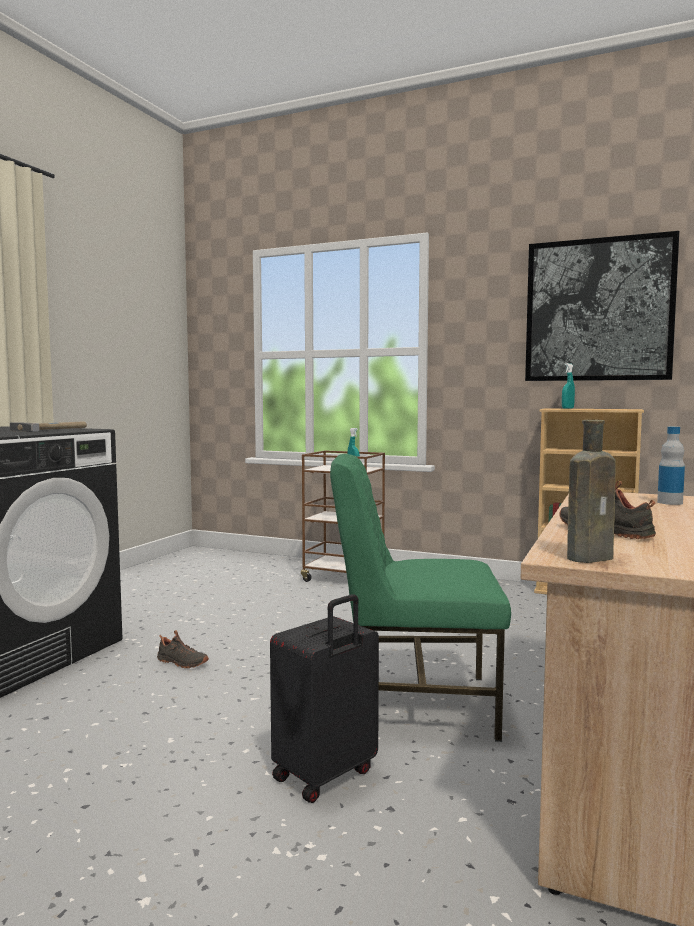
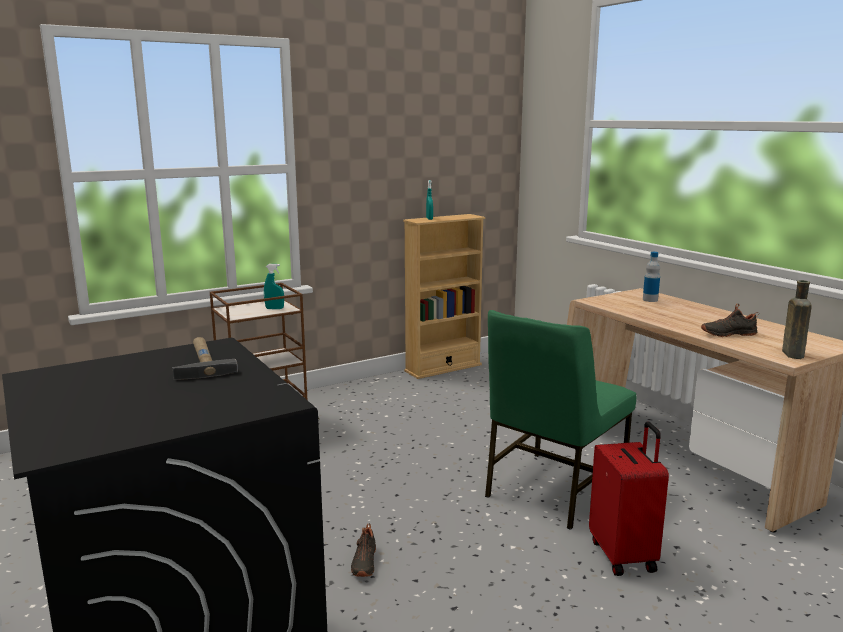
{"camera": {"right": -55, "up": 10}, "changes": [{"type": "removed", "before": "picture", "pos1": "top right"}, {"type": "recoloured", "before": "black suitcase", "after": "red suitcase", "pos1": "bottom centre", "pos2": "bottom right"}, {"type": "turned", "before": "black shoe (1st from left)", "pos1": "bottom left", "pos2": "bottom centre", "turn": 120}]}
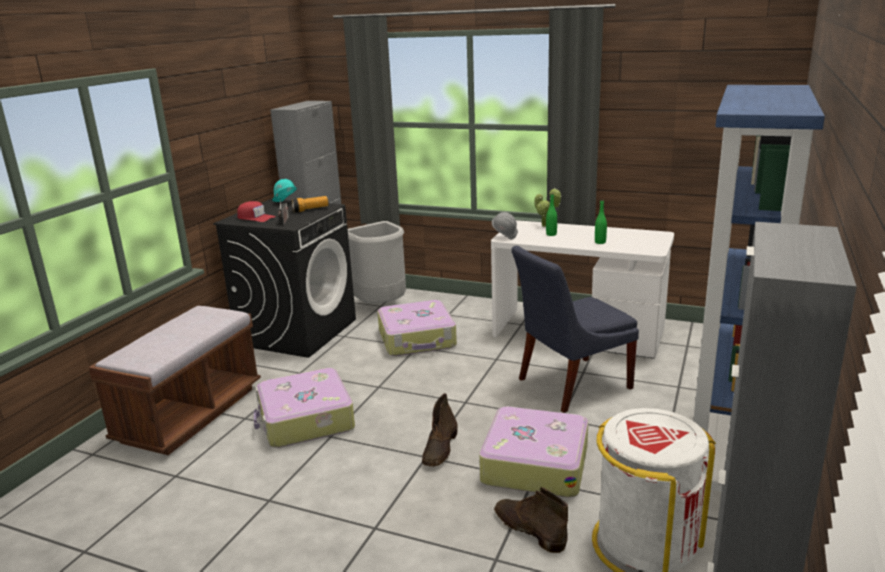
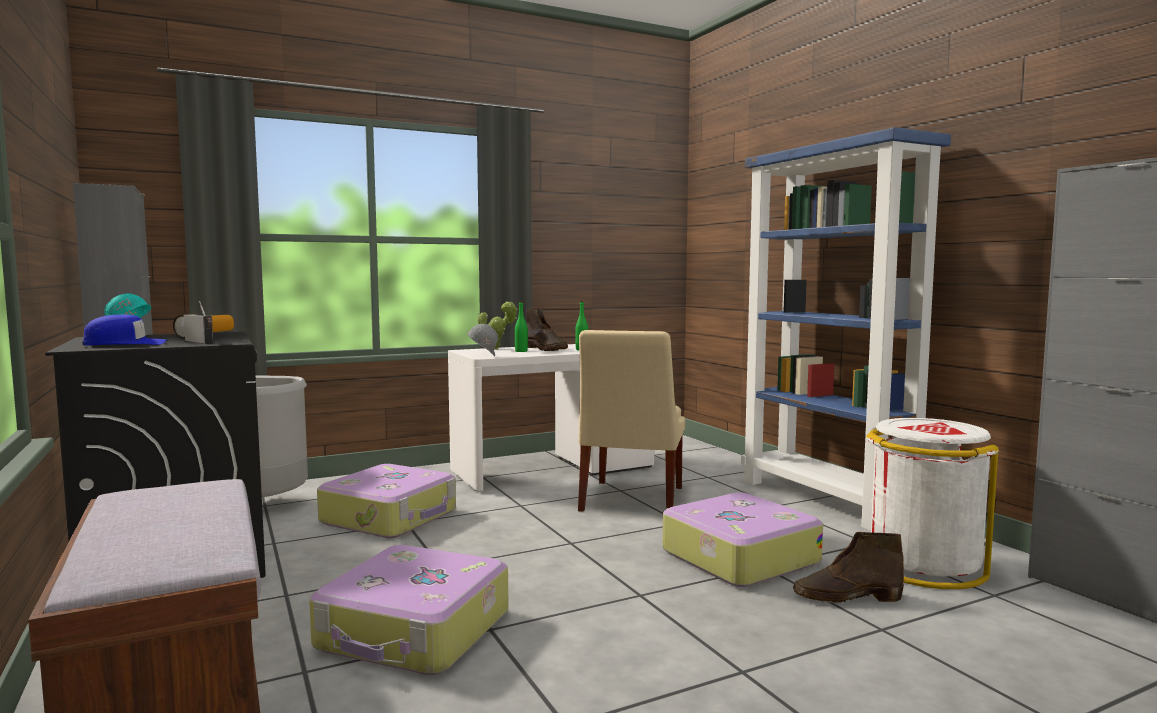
{"camera": {"right": -50, "up": -15}, "changes": [{"type": "recoloured", "before": "red cap", "after": "blue cap", "pos1": "middle left", "pos2": "middle left"}, {"type": "recoloured", "before": "blue chair", "after": "beige chair", "pos1": "centre", "pos2": "centre"}, {"type": "moved", "before": "brown boot (1st from left)", "pos1": "bottom centre", "pos2": "centre"}]}
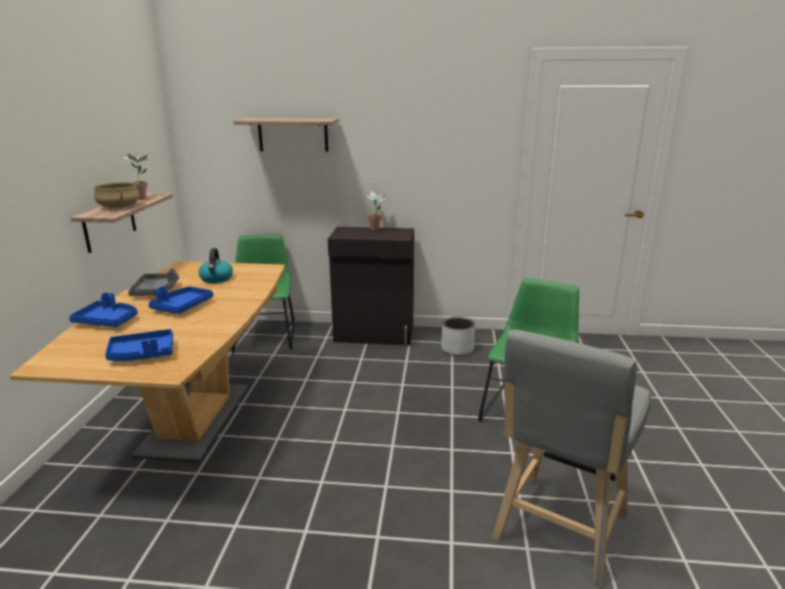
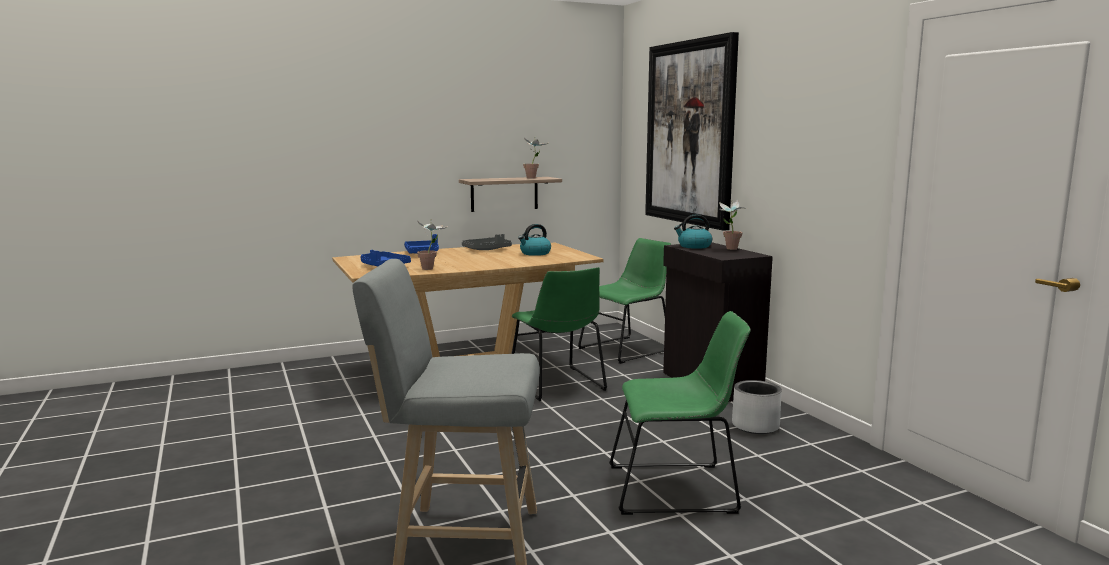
{"camera": {"right": 60, "up": -10}, "changes": [{"type": "replaced", "before": "shelf (2nd from left)", "after": "picture", "pos1": "top centre", "pos2": "top centre"}, {"type": "removed", "before": "beige cooking pot", "pos1": "top left"}, {"type": "removed", "before": "blue tray (3rd from left)", "pos1": "middle left"}, {"type": "added", "after": "kettle (2nd from left)", "pos2": "centre"}, {"type": "added", "after": "potted plant (1st from left)", "pos2": "centre"}, {"type": "added", "after": "green chair (1st from left)", "pos2": "centre"}]}
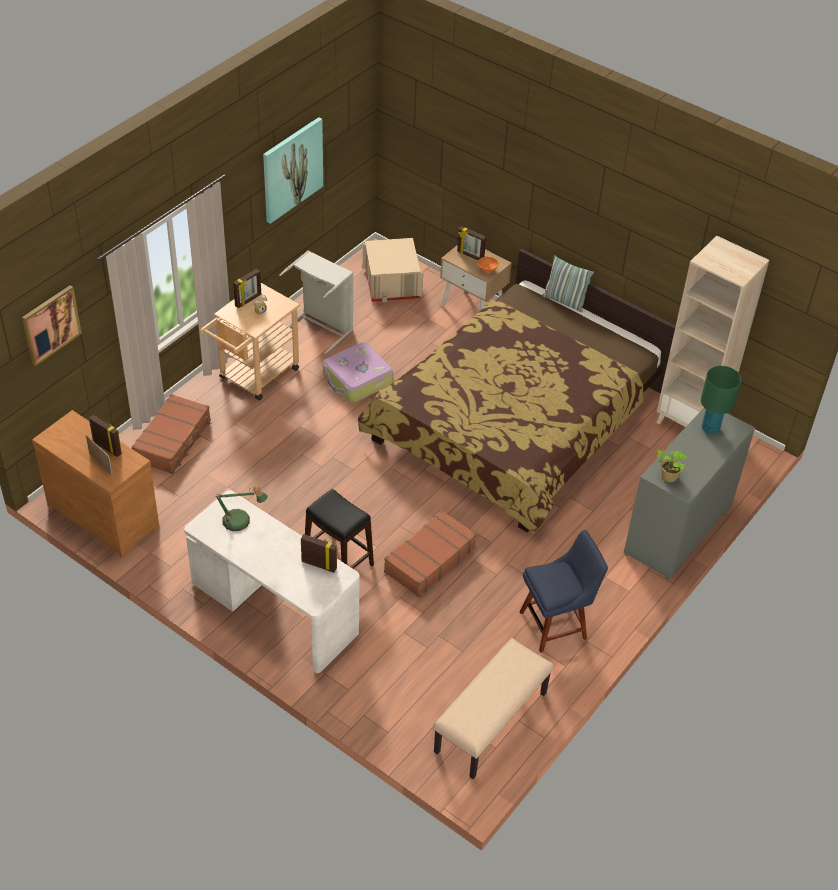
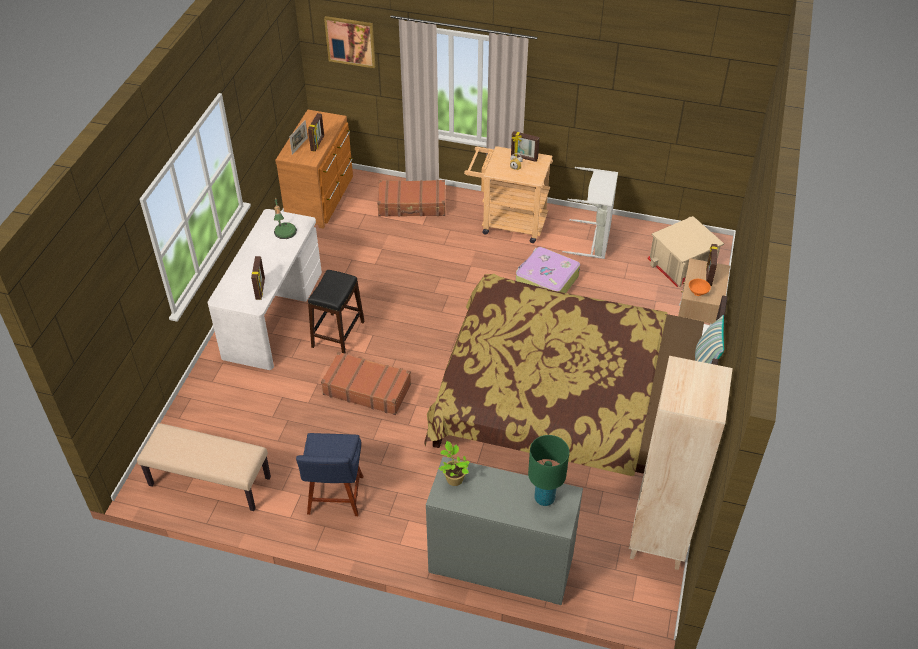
{"camera": {"right": 70, "up": 0}, "changes": [{"type": "removed", "before": "picture (2nd from left)", "pos1": "top centre"}, {"type": "turned", "before": "blue chair", "pos1": "middle right", "pos2": "bottom centre", "turn": 45}]}
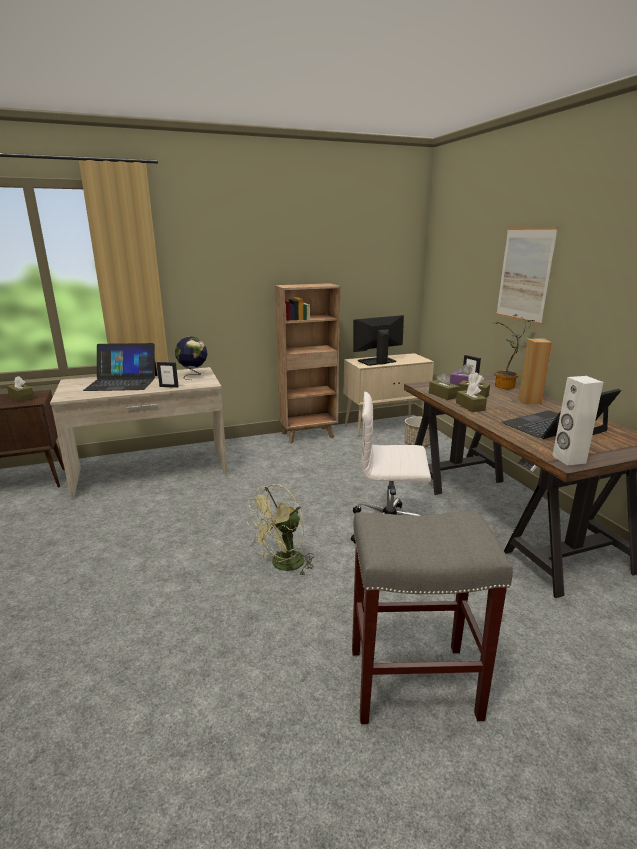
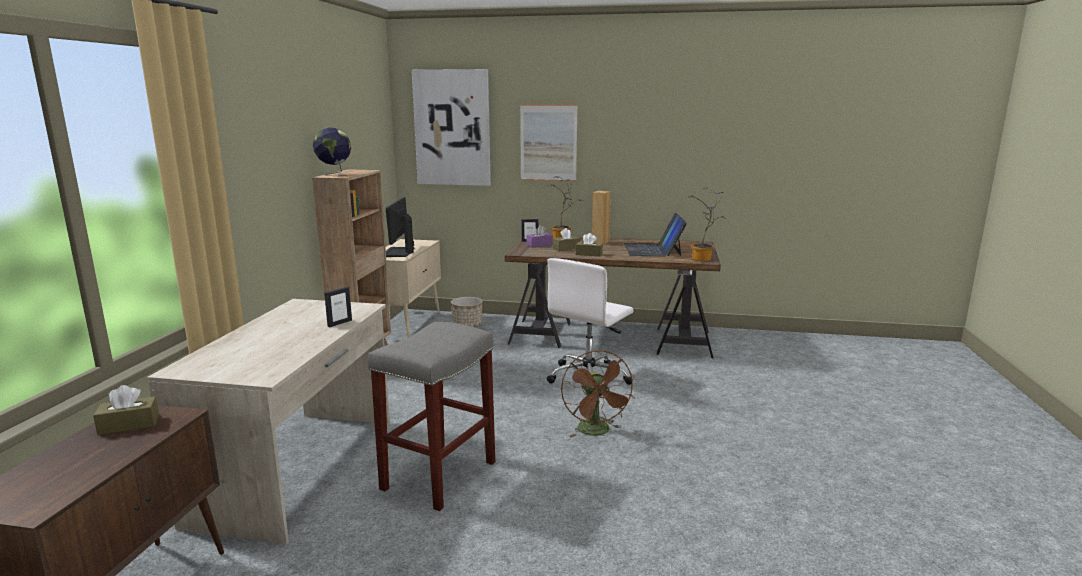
{"camera": {"right": -60, "up": -5}, "changes": [{"type": "moved", "before": "globe", "pos1": "middle left", "pos2": "top left"}, {"type": "removed", "before": "laptop (1st from left)", "pos1": "middle left"}, {"type": "removed", "before": "brown tissue box (2nd from left)", "pos1": "middle right"}, {"type": "replaced", "before": "white speaker", "after": "potted plant (2nd from left)", "pos1": "middle right", "pos2": "centre"}, {"type": "recoloured", "before": "green fan", "after": "brown fan", "pos1": "centre", "pos2": "bottom centre"}, {"type": "moved", "before": "grey stool", "pos1": "bottom right", "pos2": "bottom centre"}, {"type": "added", "after": "picture (1st from left)", "pos2": "top centre"}]}
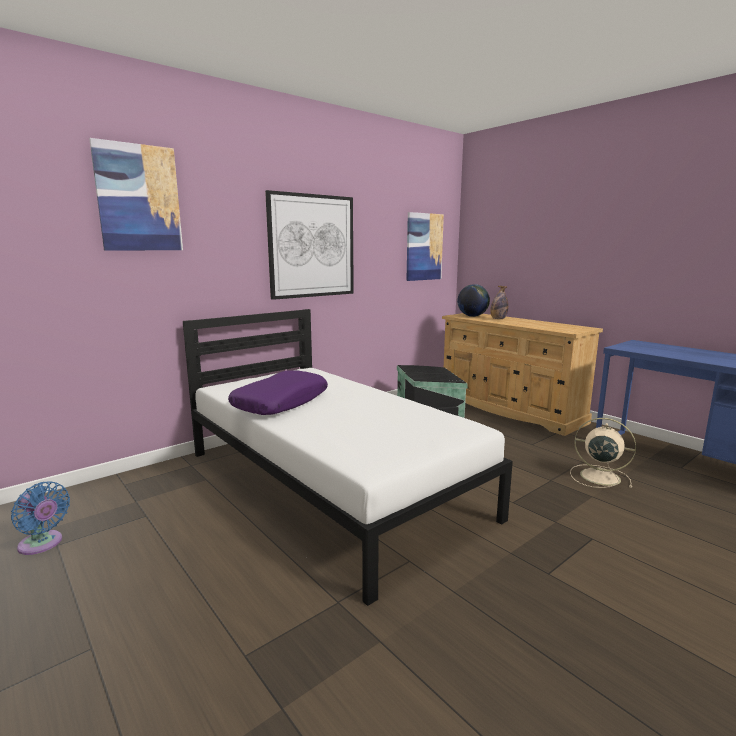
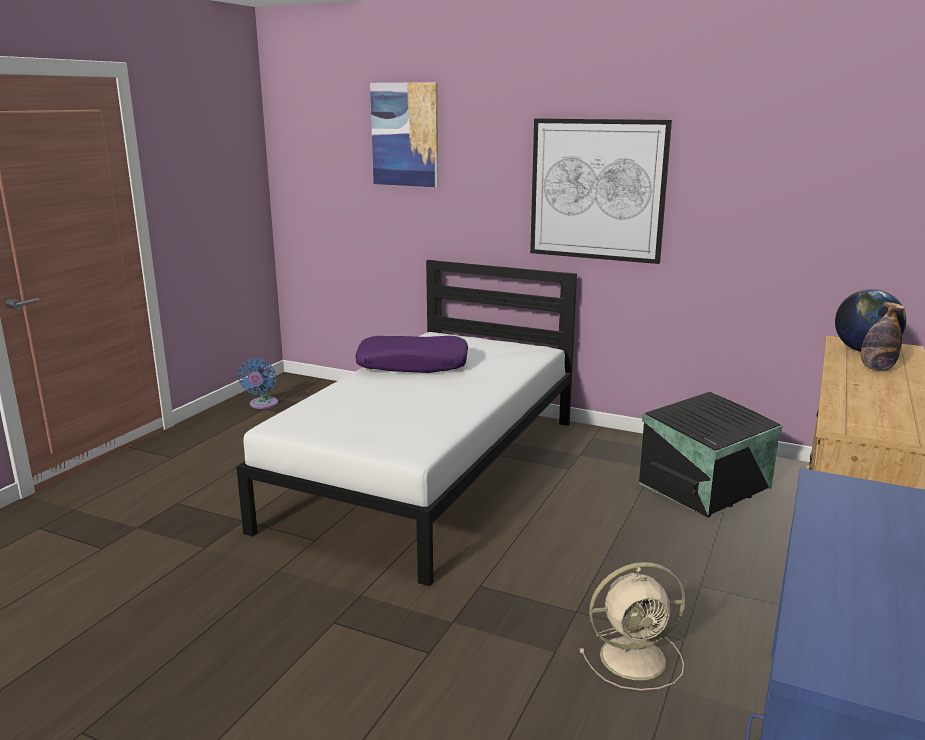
{"camera": {"right": 65, "up": 5}, "changes": [{"type": "removed", "before": "picture (3rd from left)", "pos1": "centre"}, {"type": "turned", "before": "beige fan", "pos1": "middle right", "pos2": "bottom right", "turn": 75}]}
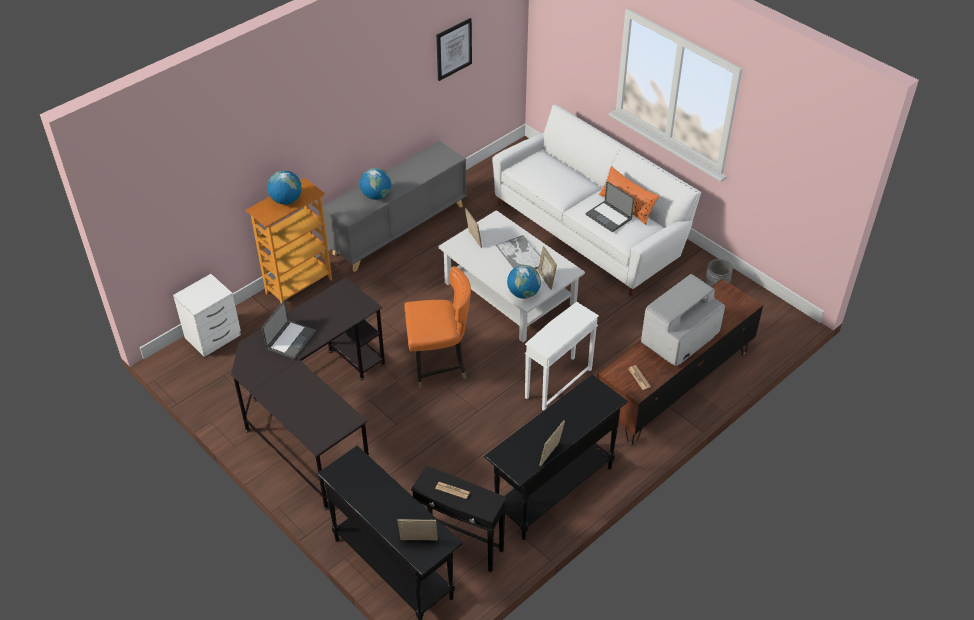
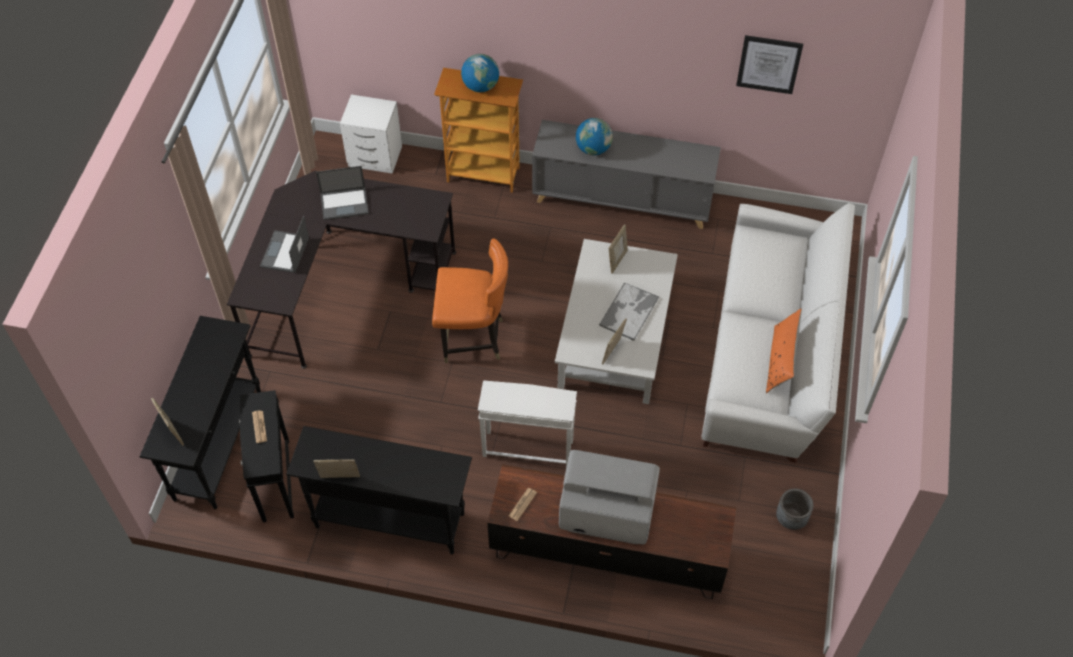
{"camera": {"right": 55, "up": 10}, "changes": [{"type": "moved", "before": "laptop (2nd from left in the first image)", "after": "laptop (1st from left)", "pos1": "top centre", "pos2": "middle left"}, {"type": "removed", "before": "globe (3rd from left)", "pos1": "centre"}, {"type": "turned", "before": "orange chair", "pos1": "centre", "pos2": "centre", "turn": -45}]}
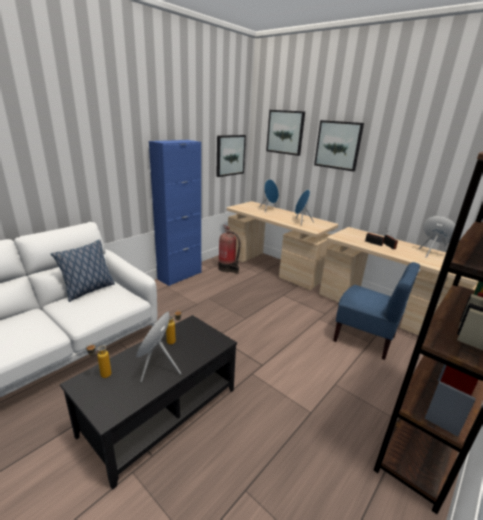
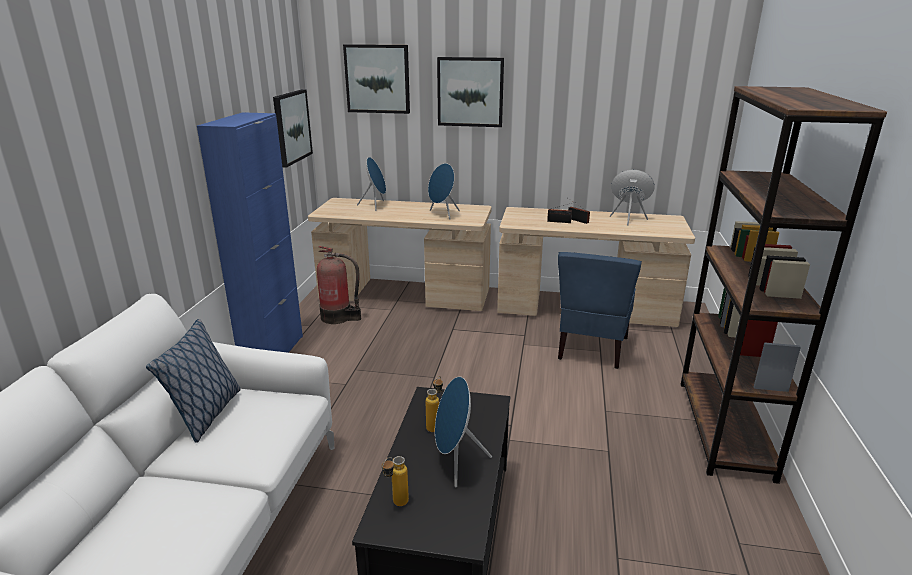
{"camera": {"right": -30, "up": 0}, "changes": [{"type": "turned", "before": "blue chair", "pos1": "middle right", "pos2": "centre", "turn": 105}]}
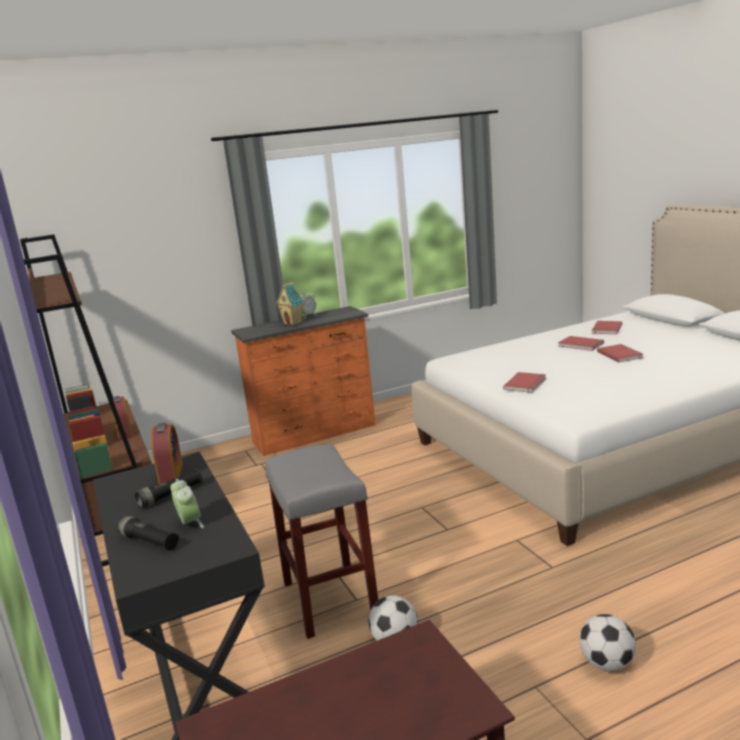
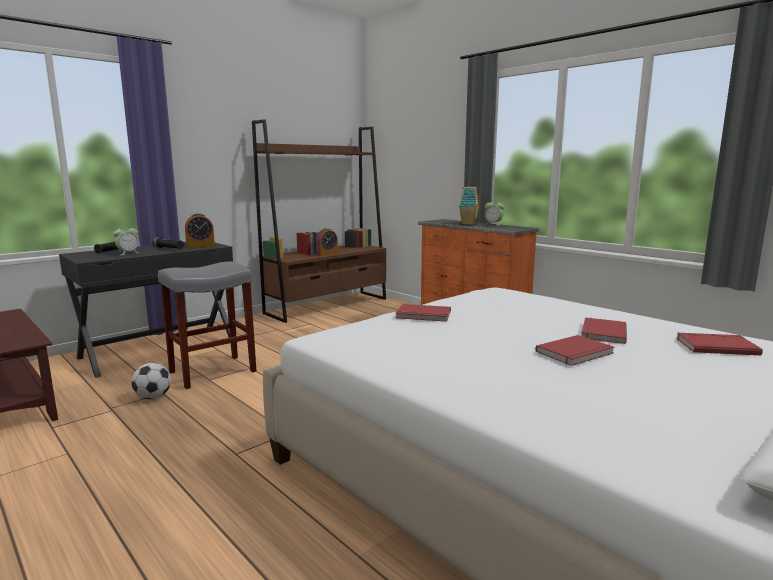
{"camera": {"right": 70, "up": -5}, "changes": [{"type": "removed", "before": "football (2nd from left)", "pos1": "bottom right"}]}
